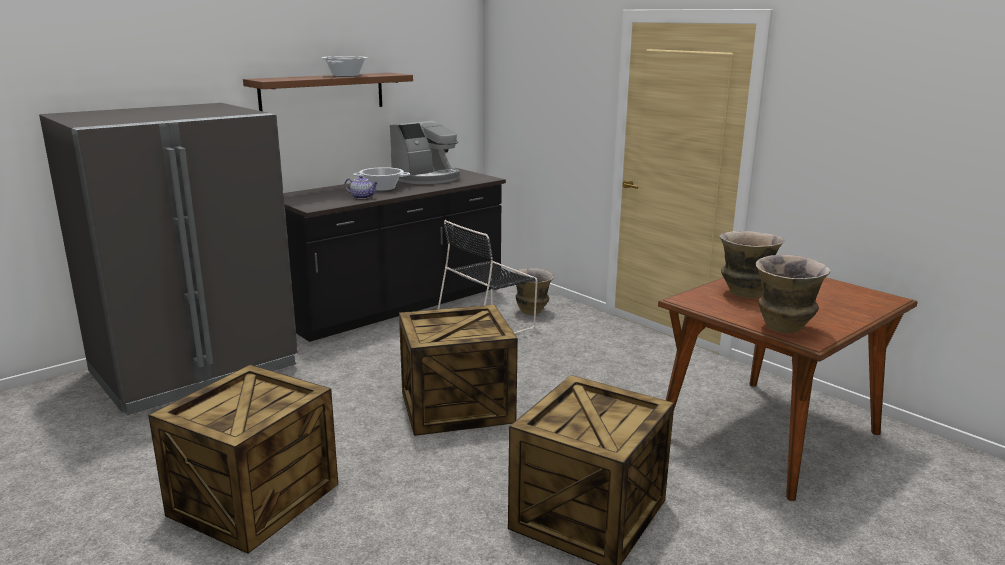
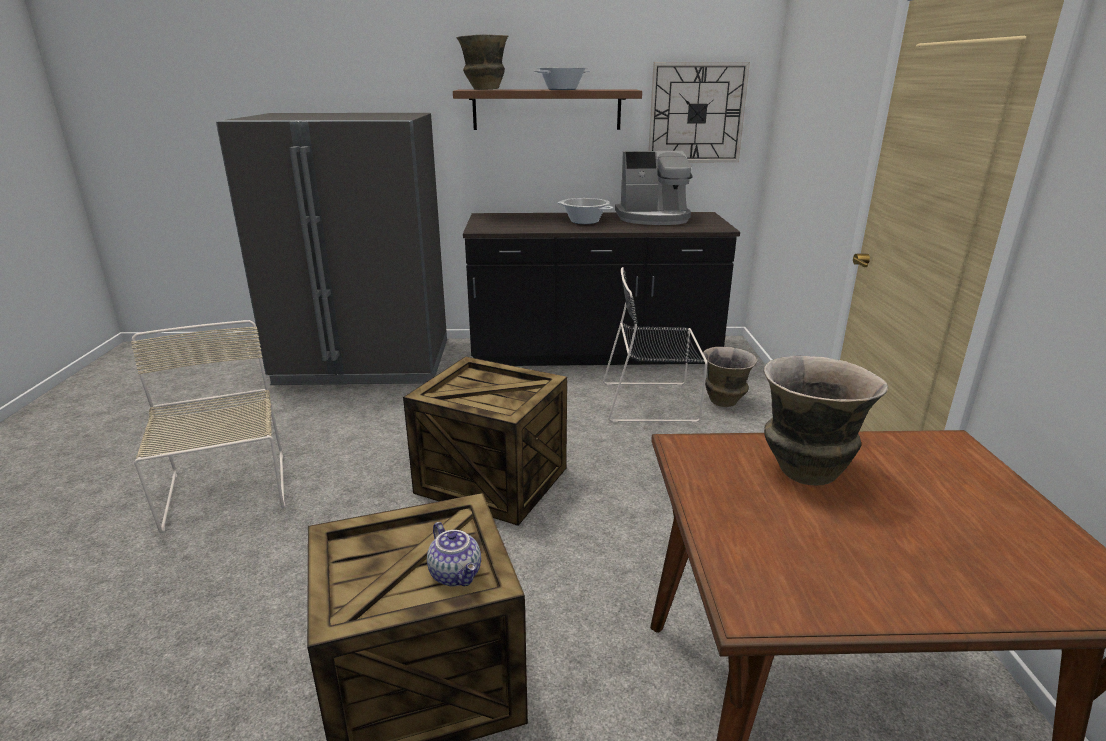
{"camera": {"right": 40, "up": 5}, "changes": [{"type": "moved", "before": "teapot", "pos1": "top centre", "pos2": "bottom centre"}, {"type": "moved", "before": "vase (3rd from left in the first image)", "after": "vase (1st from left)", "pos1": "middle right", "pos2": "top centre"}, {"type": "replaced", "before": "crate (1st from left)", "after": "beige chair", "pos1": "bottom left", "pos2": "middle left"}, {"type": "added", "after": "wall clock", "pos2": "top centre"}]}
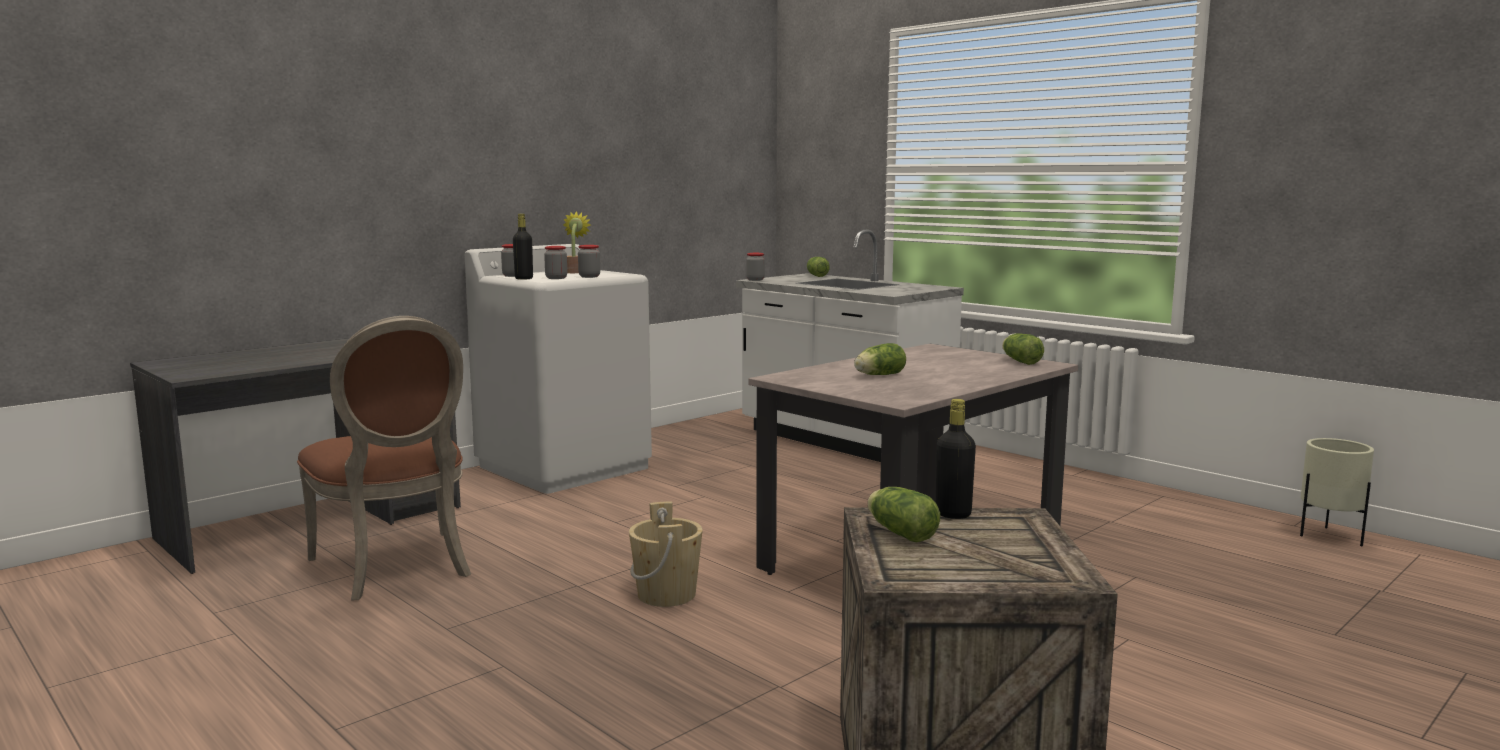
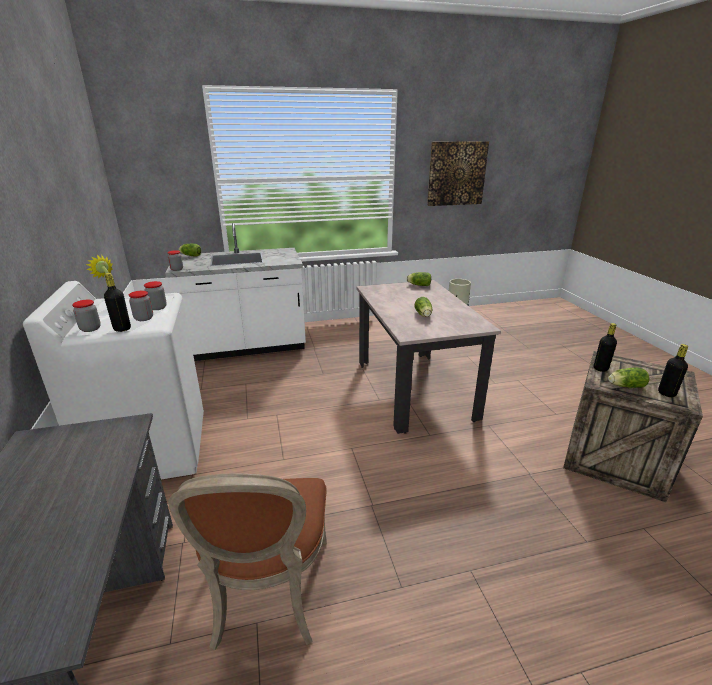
{"camera": {"right": -60, "up": 15}, "changes": [{"type": "turned", "before": "brown chair", "pos1": "middle left", "pos2": "bottom centre", "turn": 90}, {"type": "removed", "before": "beige bucket", "pos1": "bottom centre"}, {"type": "added", "after": "picture", "pos2": "top centre"}, {"type": "added", "after": "black bottle (3rd from left)", "pos2": "middle right"}]}
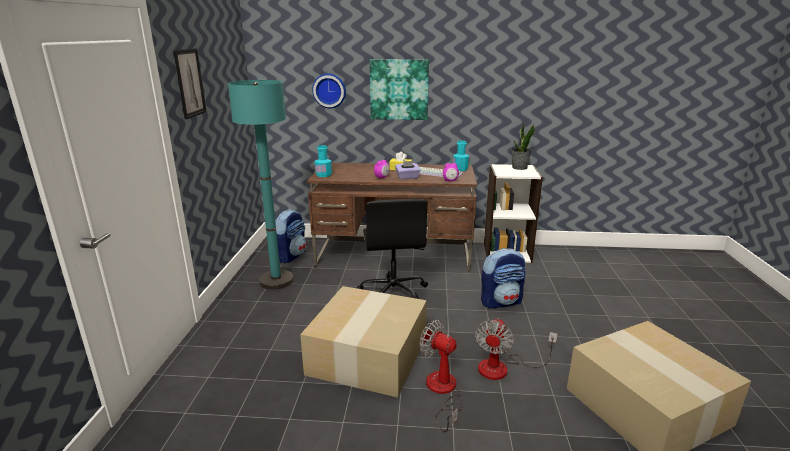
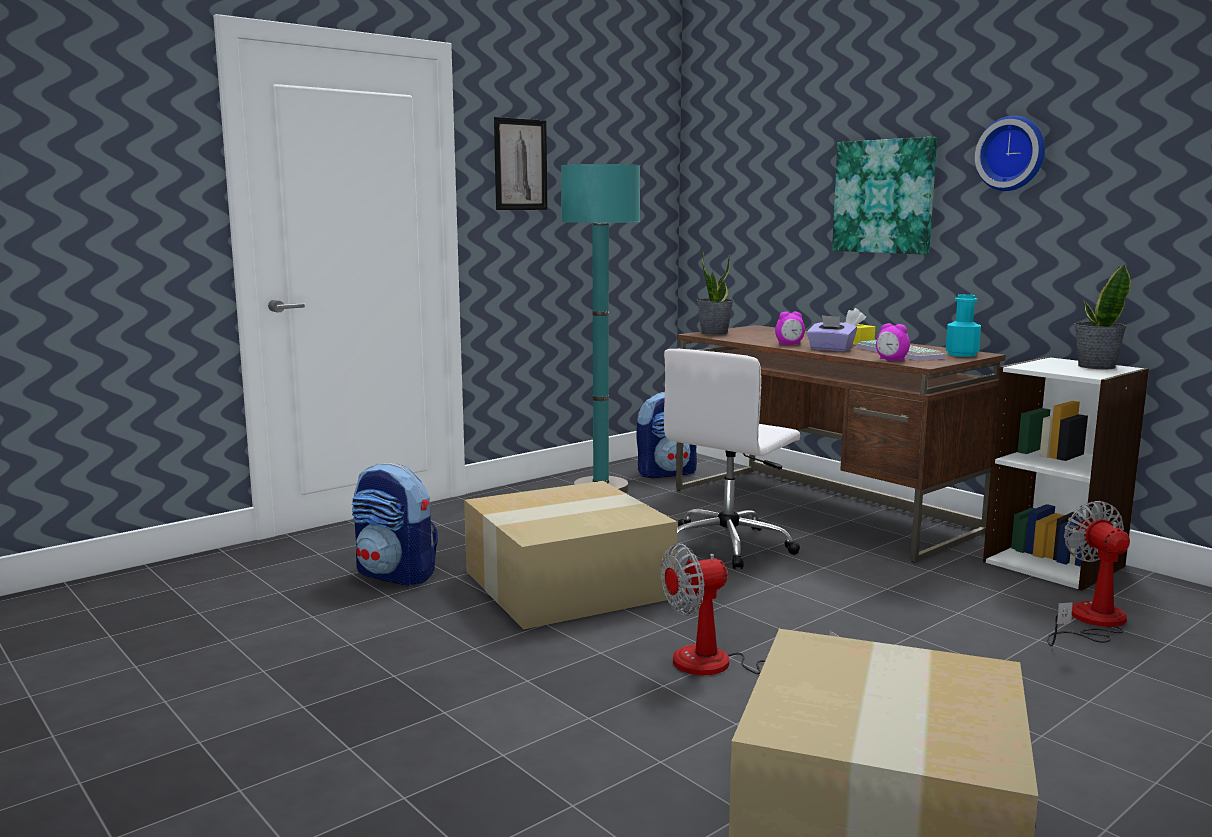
{"camera": {"right": 45, "up": -10}, "changes": [{"type": "moved", "before": "wall clock", "pos1": "top centre", "pos2": "top right"}, {"type": "replaced", "before": "turquoise bottle (1st from left)", "after": "potted plant (1st from left)", "pos1": "centre", "pos2": "centre"}, {"type": "recoloured", "before": "black office chair", "after": "white office chair", "pos1": "centre", "pos2": "centre"}, {"type": "moved", "before": "backpack (2nd from left in the first image)", "after": "backpack (1st from left)", "pos1": "centre", "pos2": "middle left"}, {"type": "moved", "before": "fan (1st from left in the first image)", "after": "fan (2nd from left)", "pos1": "bottom centre", "pos2": "bottom right"}]}
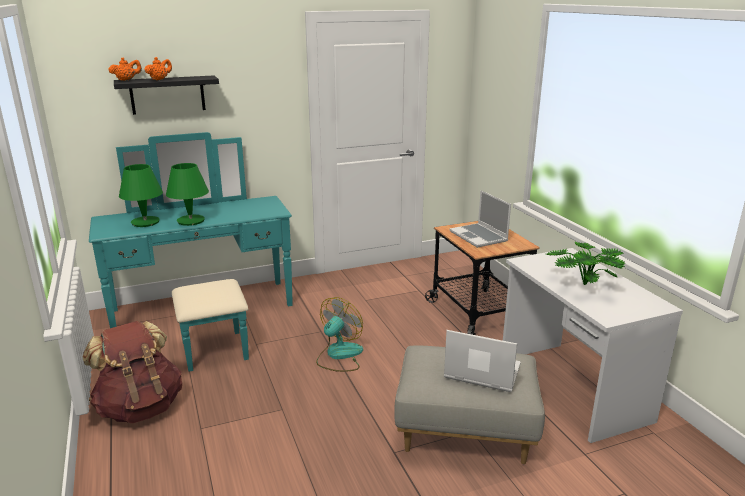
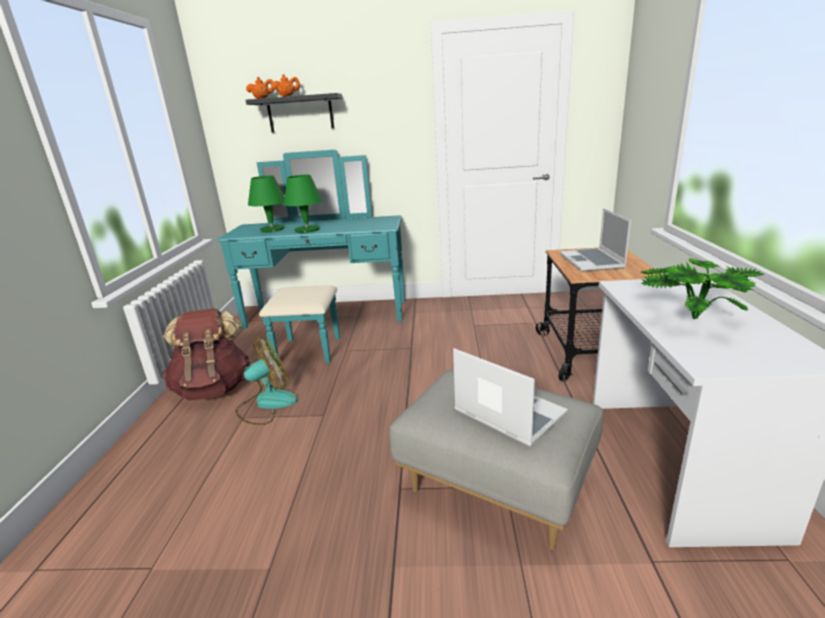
{"camera": {"right": 25, "up": 0}, "changes": [{"type": "moved", "before": "fan", "pos1": "bottom centre", "pos2": "middle left"}]}
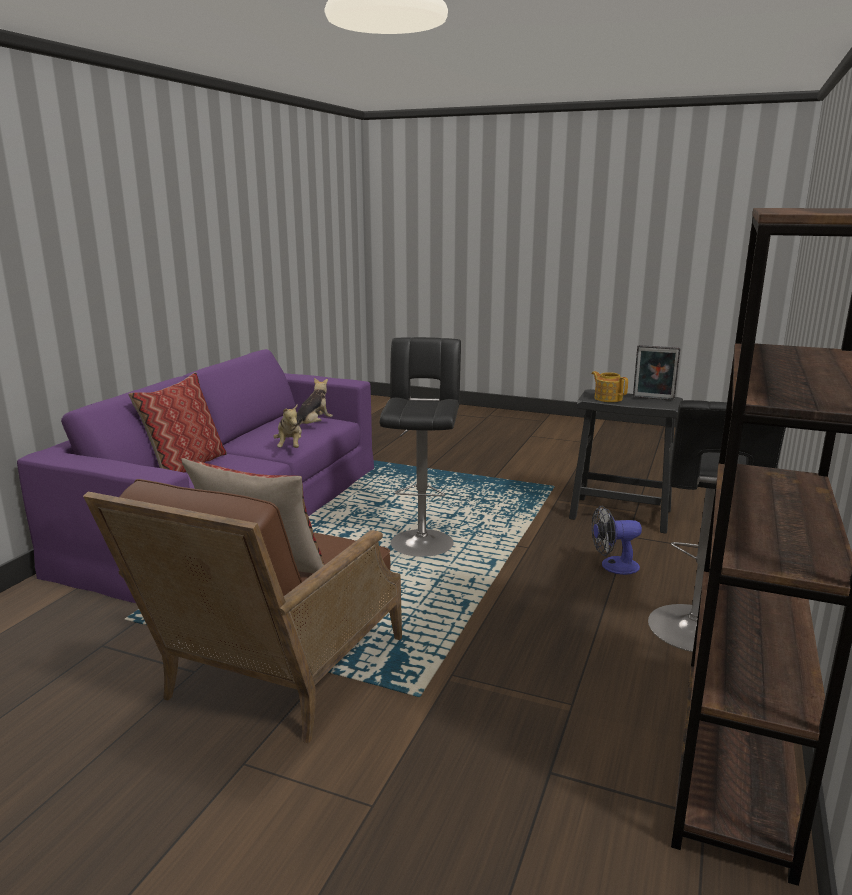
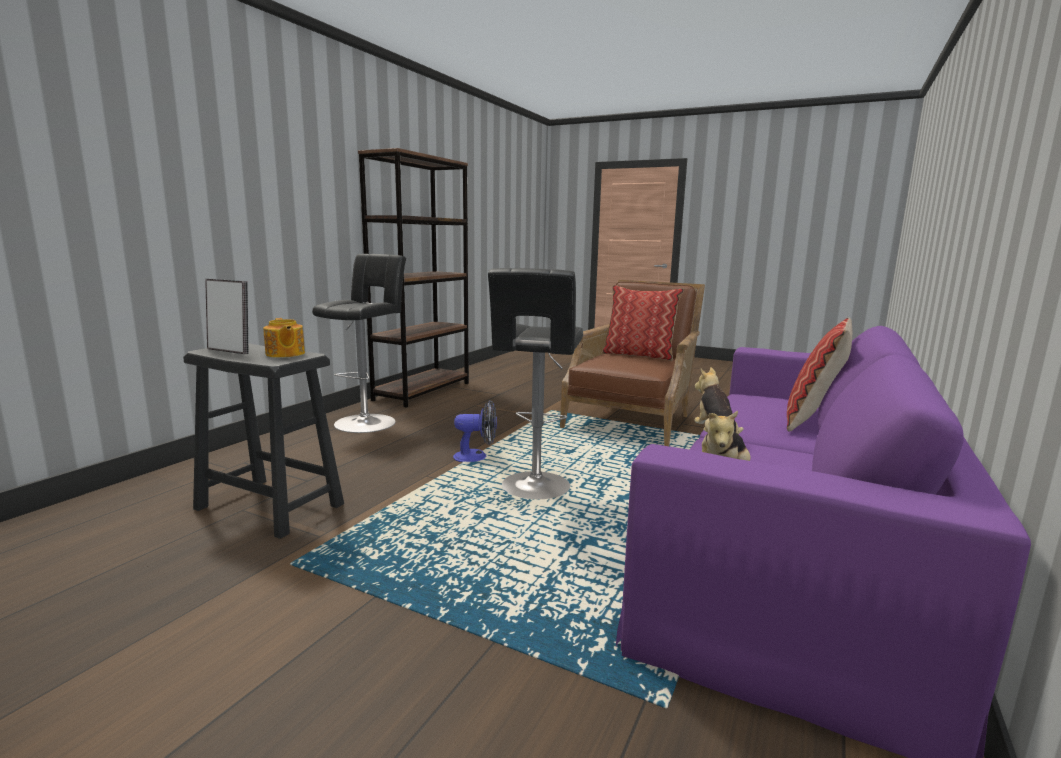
{"camera": {"right": -175, "up": -5}, "changes": [{"type": "moved", "before": "fan", "pos1": "middle right", "pos2": "centre"}]}
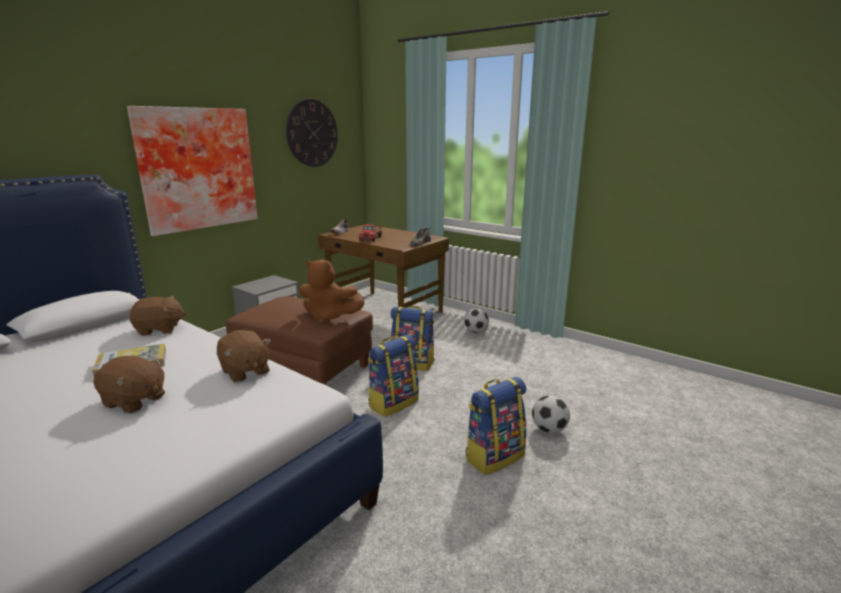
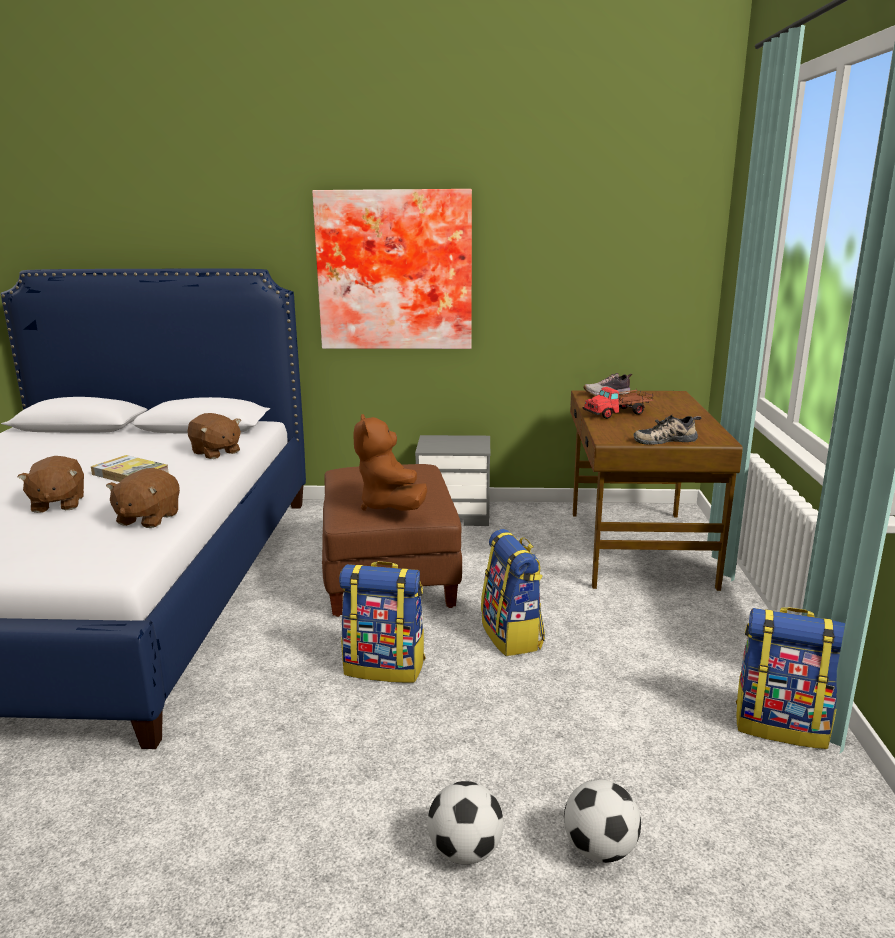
{"camera": {"right": 55, "up": 0}, "changes": [{"type": "removed", "before": "wall clock", "pos1": "top centre"}, {"type": "moved", "before": "football (1st from left in the first image)", "after": "football (2nd from left)", "pos1": "centre", "pos2": "bottom right"}, {"type": "moved", "before": "backpack (3rd from left)", "pos1": "bottom centre", "pos2": "bottom right"}]}
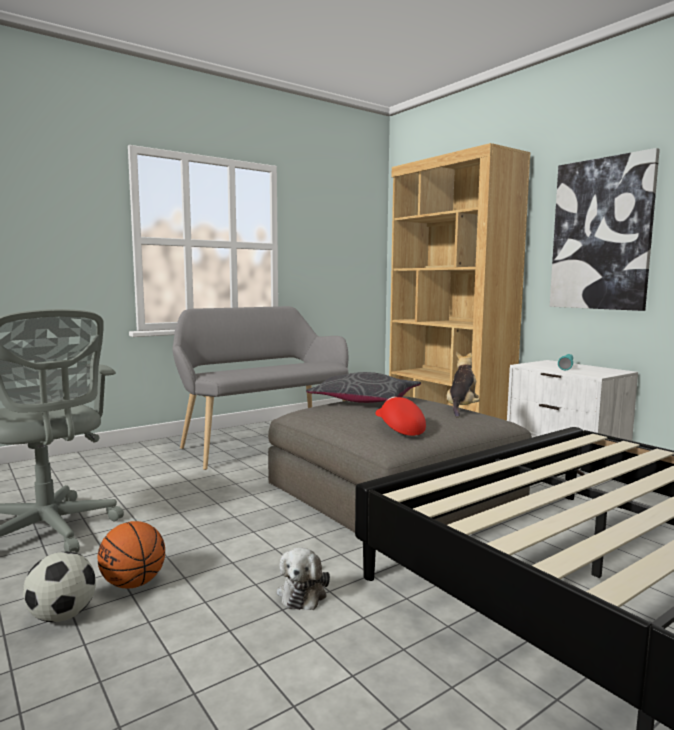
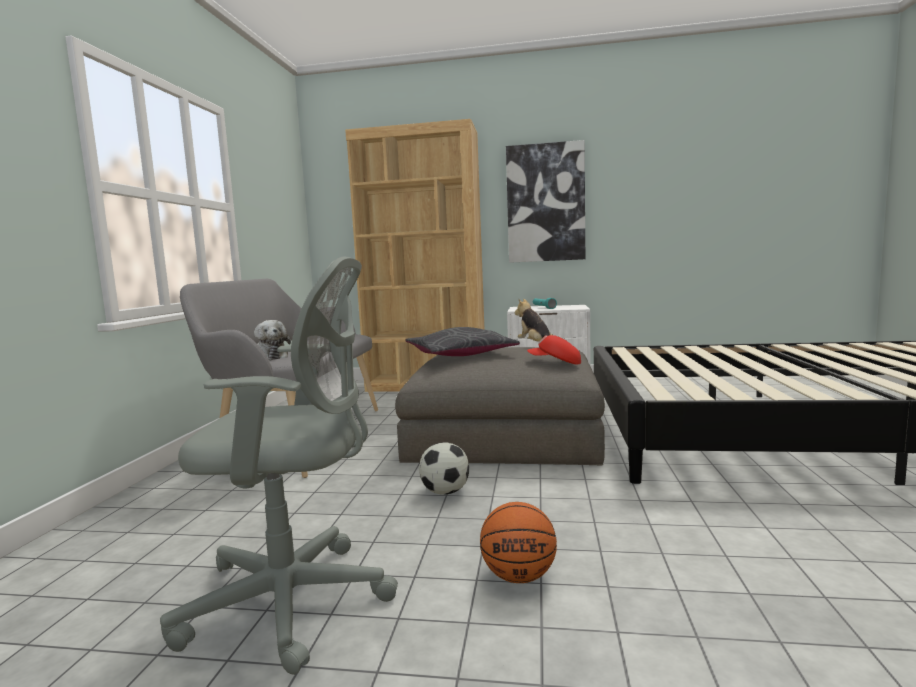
{"camera": {"right": -45, "up": 0}, "changes": [{"type": "moved", "before": "plush toy (1st from left)", "pos1": "bottom centre", "pos2": "middle left"}, {"type": "moved", "before": "football", "pos1": "bottom left", "pos2": "bottom centre"}]}
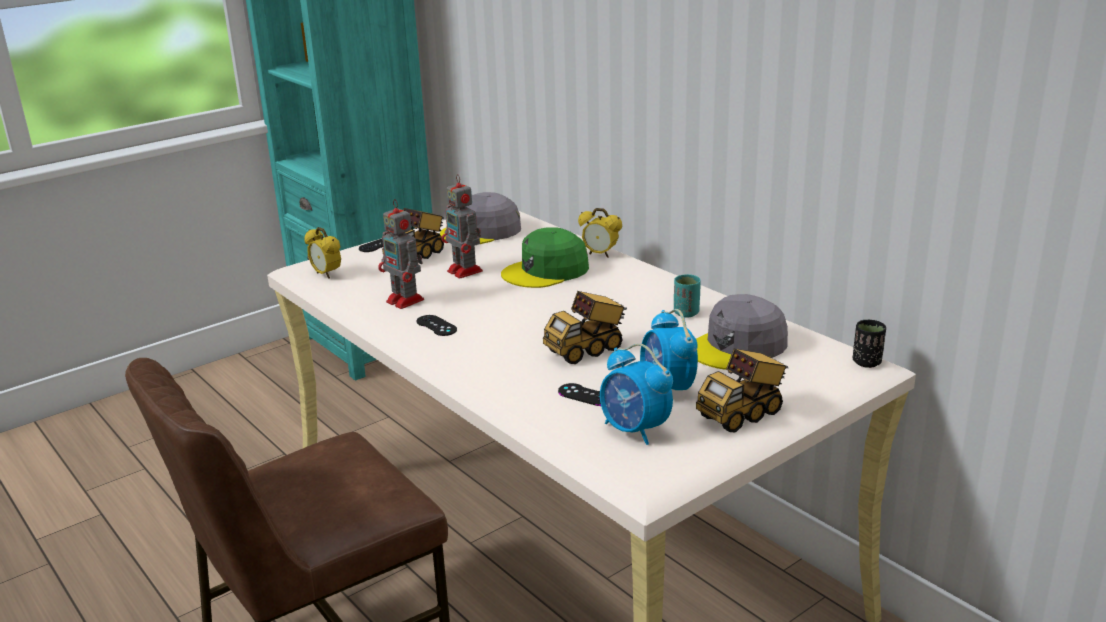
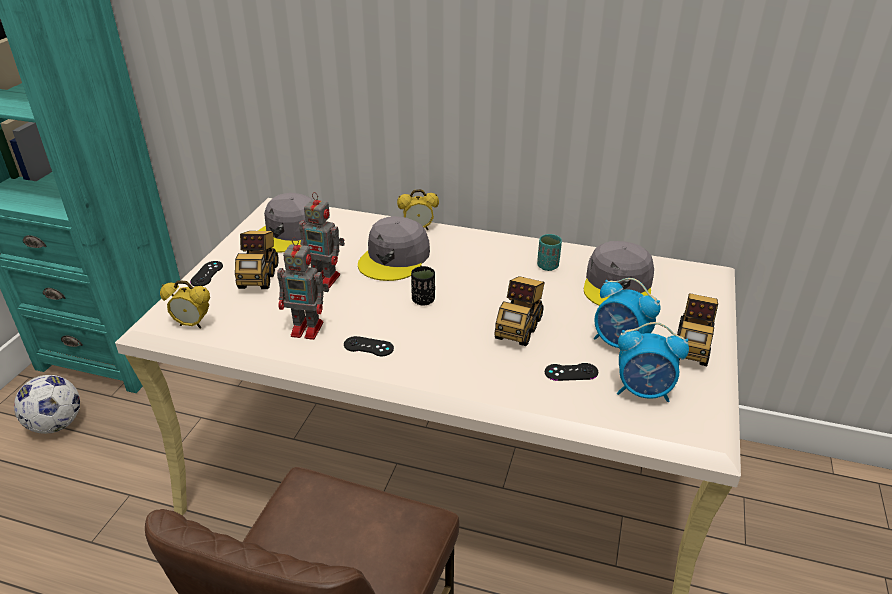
{"camera": {"right": -35, "up": 10}, "changes": [{"type": "recoloured", "before": "green cap", "after": "grey cap (2nd from left)", "pos1": "centre", "pos2": "centre"}, {"type": "moved", "before": "black cup", "pos1": "middle right", "pos2": "centre"}, {"type": "added", "after": "football", "pos2": "bottom left"}]}
